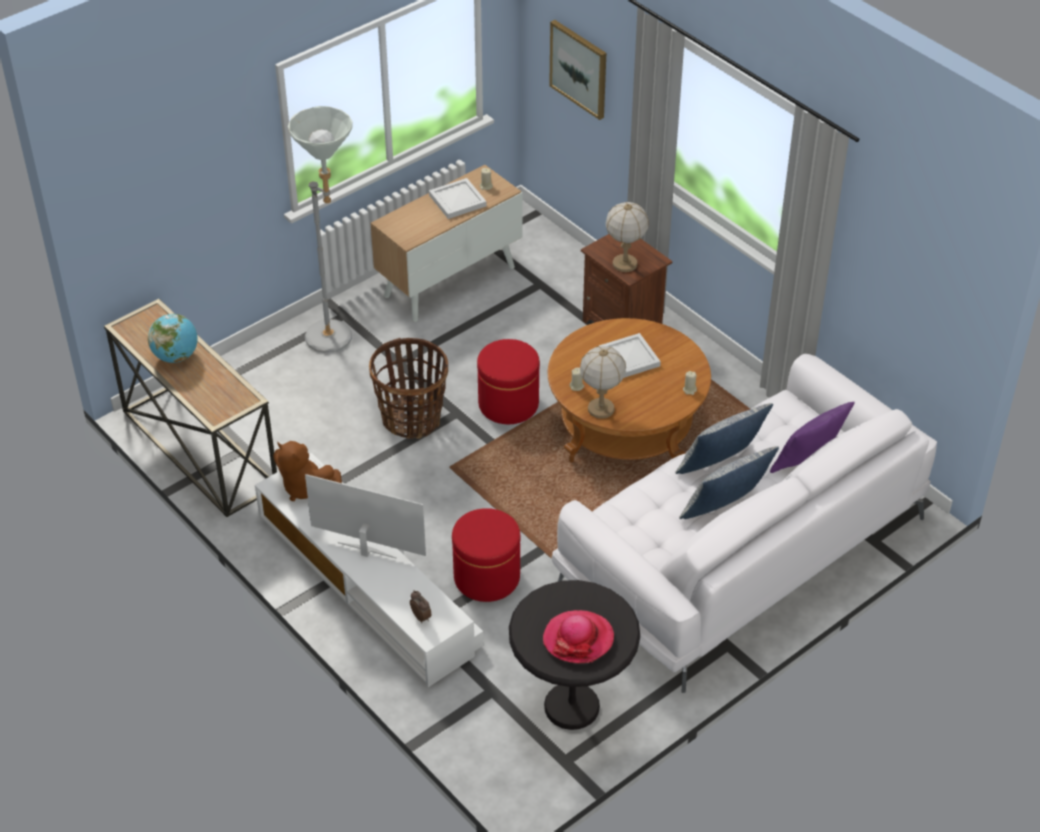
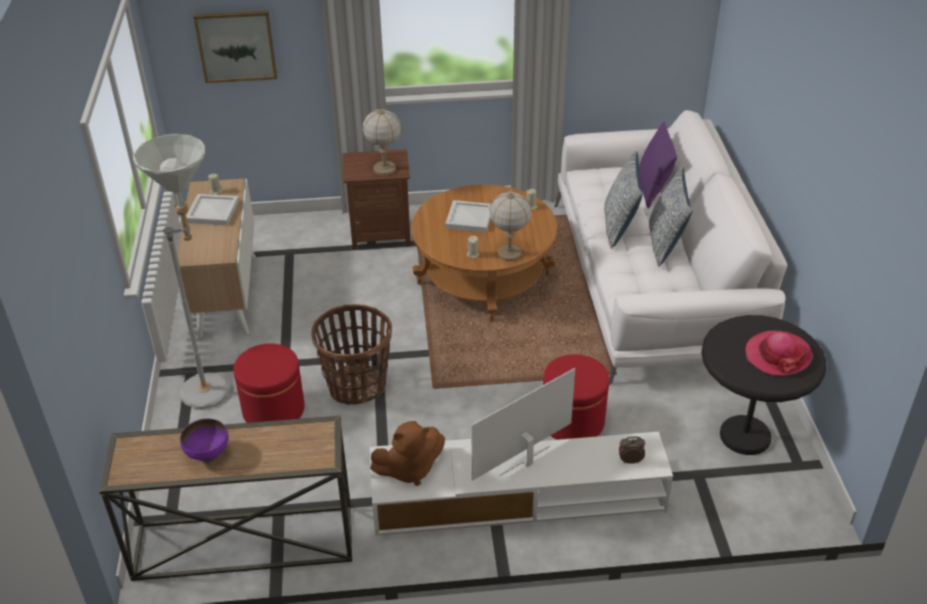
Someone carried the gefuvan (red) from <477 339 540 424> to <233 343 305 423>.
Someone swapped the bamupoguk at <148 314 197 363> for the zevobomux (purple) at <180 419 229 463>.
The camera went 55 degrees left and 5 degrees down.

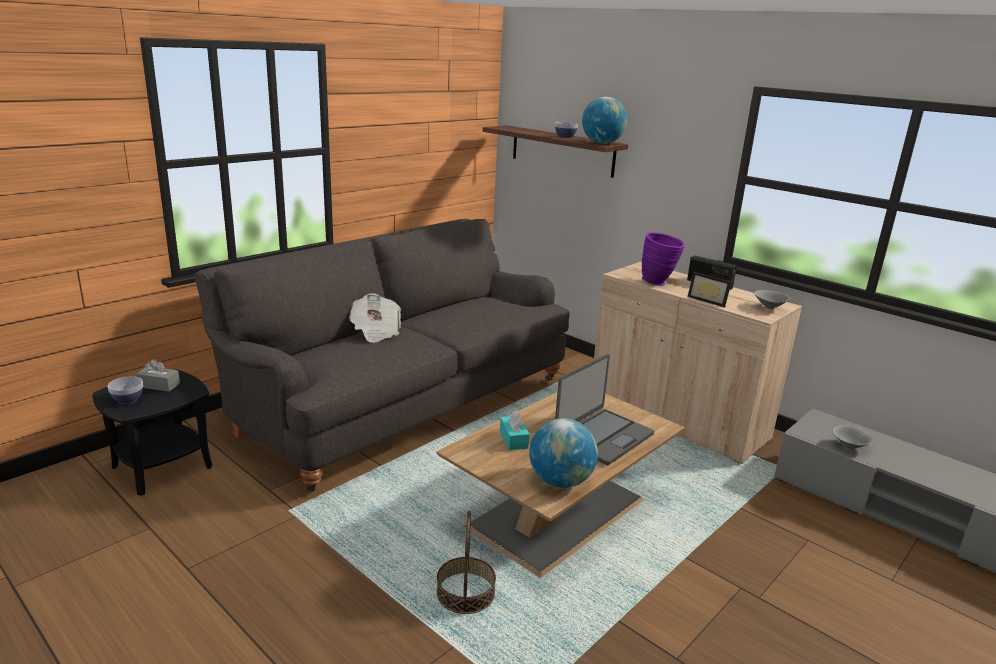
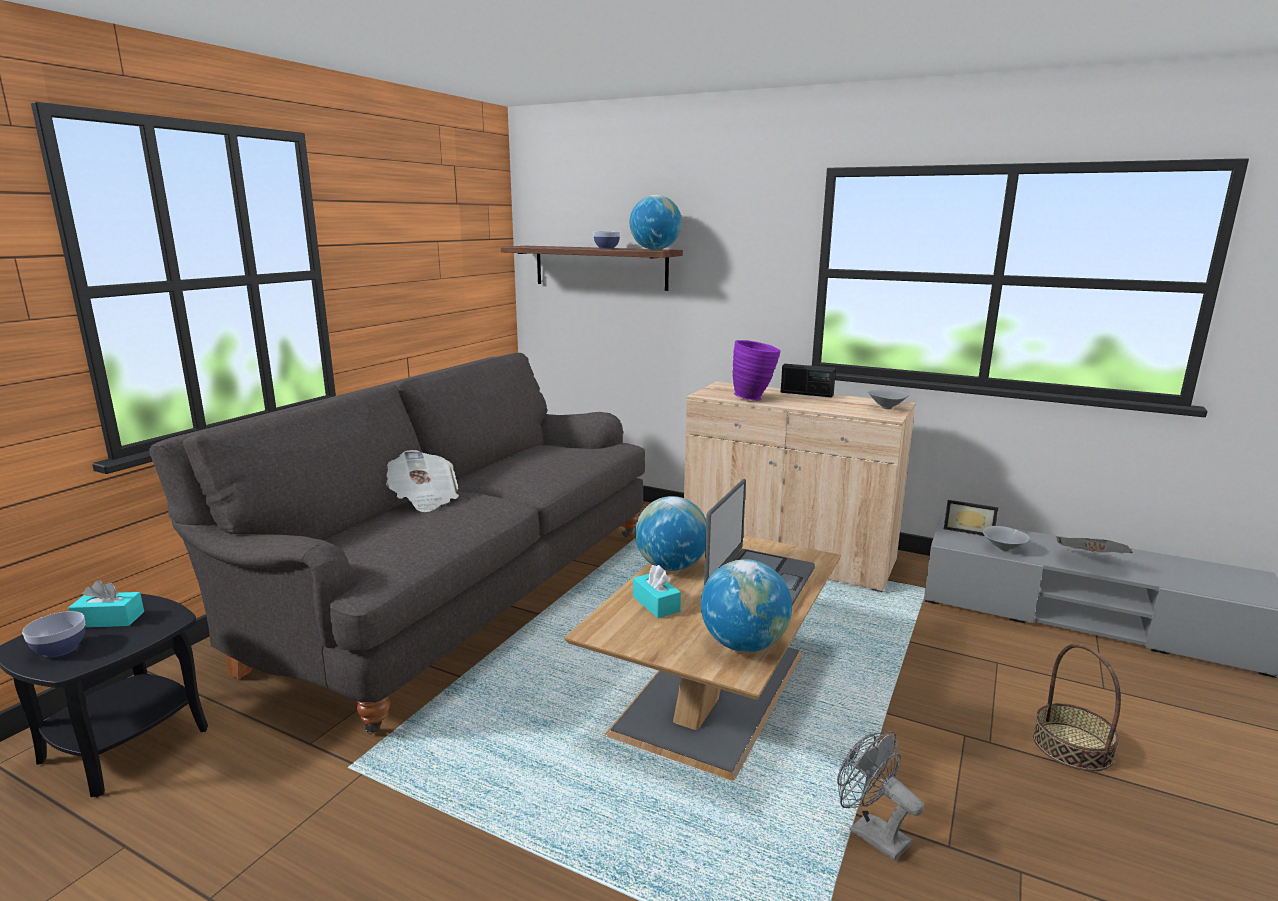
Someone put down the bamupoguk at <635 496 706 571>.
Someone put down the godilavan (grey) at <837 731 924 861>.
Someone put down the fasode at <1057 537 1133 554>.
Someone carried the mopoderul from <436 511 496 614> to <1033 643 1121 771>.
Someone carried the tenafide from <688 272 731 307> to <944 500 998 536>.
Someone repainted the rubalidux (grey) at <136 359 180 392>, which became the rubalidux (turquoise) at <68 580 144 628>.
The camera went 15 degrees left and 5 degrees down.

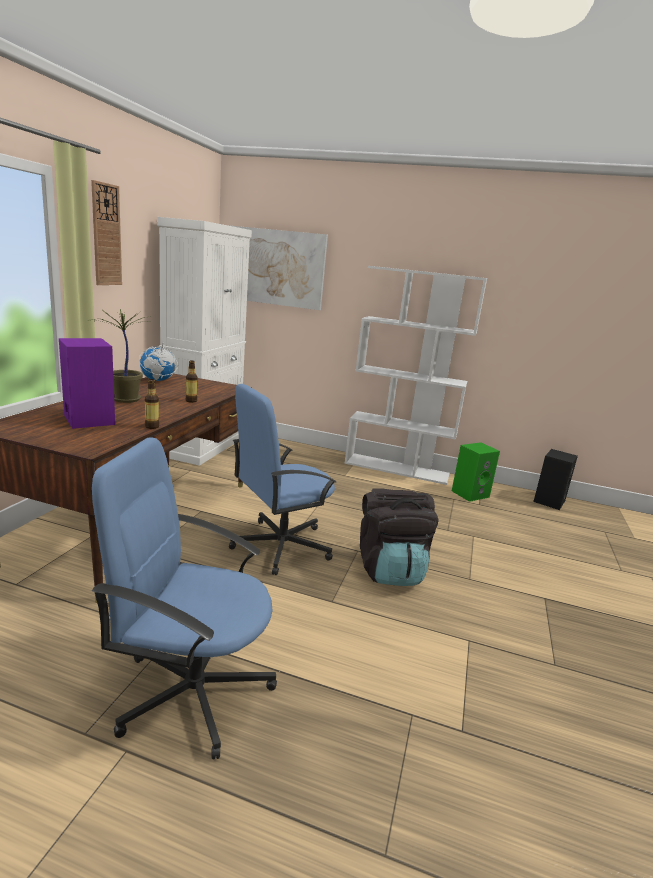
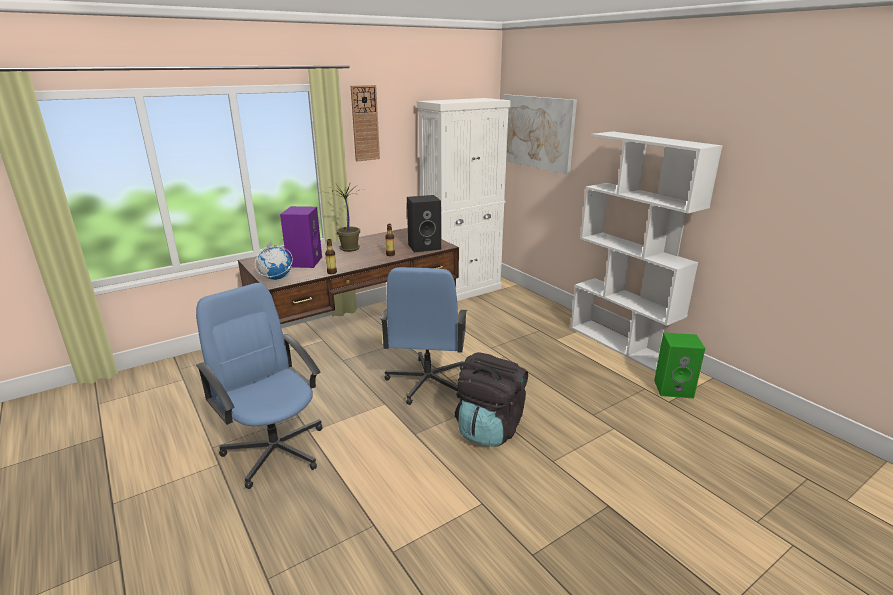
Someone carried the bamupoguk from <139 340 178 381> to <255 240 293 280>.
Someone carried the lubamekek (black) from <533 449 578 510> to <407 195 441 252>.
Someone rotated the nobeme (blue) at <229 384 336 575> by 90 degrees counterclockwise.
The camera went 40 degrees right and 5 degrees up.

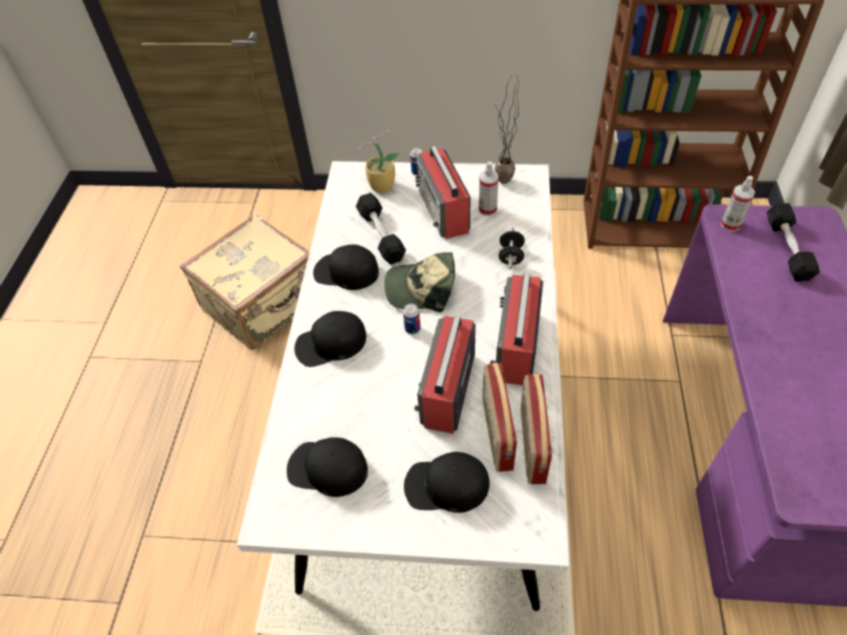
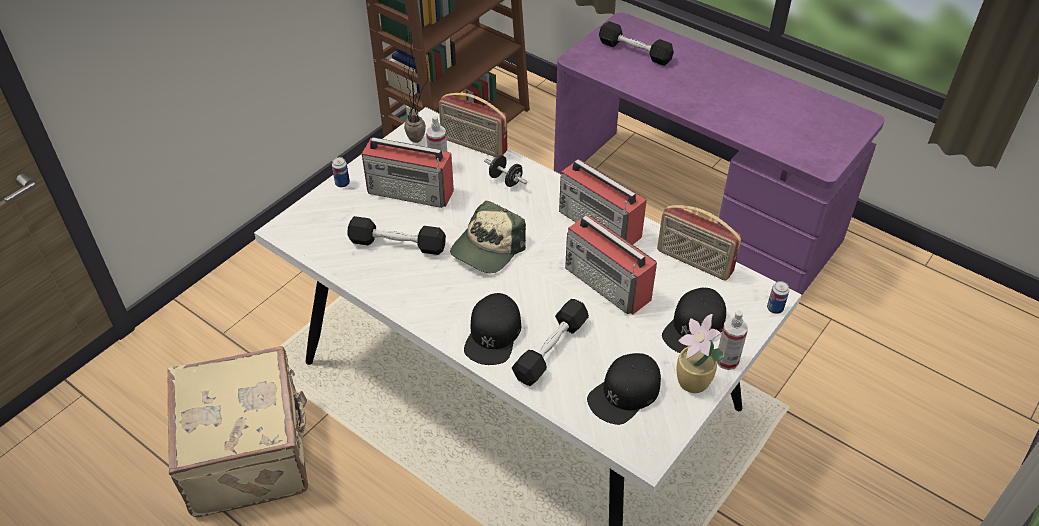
Someone took away the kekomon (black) at <313 244 379 290>.
Someone put down the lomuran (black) at <512 299 589 386>.
Someone carried the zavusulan from <359 130 399 193> to <677 314 724 393>.
Someone carried the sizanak from <403 303 421 334> to <767 281 789 314>.
Someone carried the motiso from <483 363 517 472> to <439 93 507 157>.
Someone carried the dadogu from <721 176 755 232> to <717 310 748 370>.
The camera went 60 degrees left and 5 degrees down.

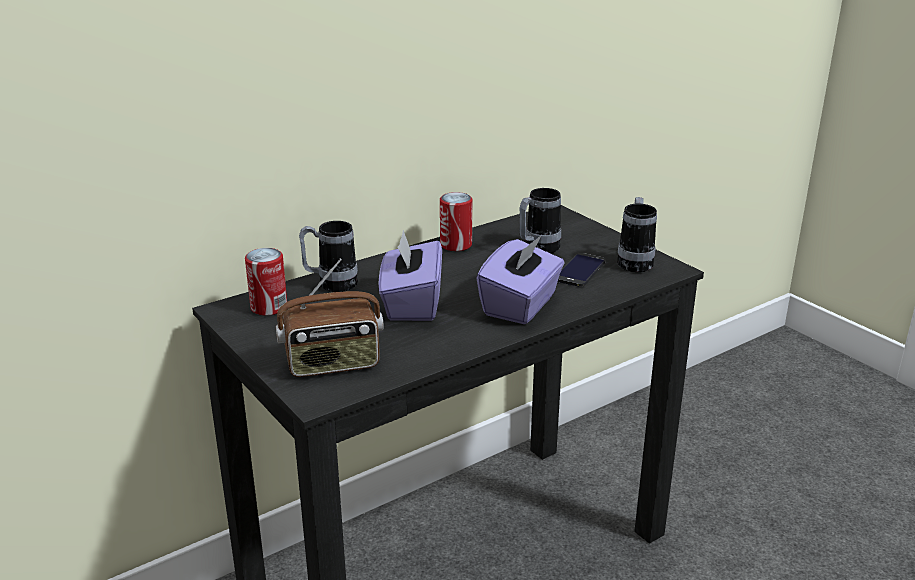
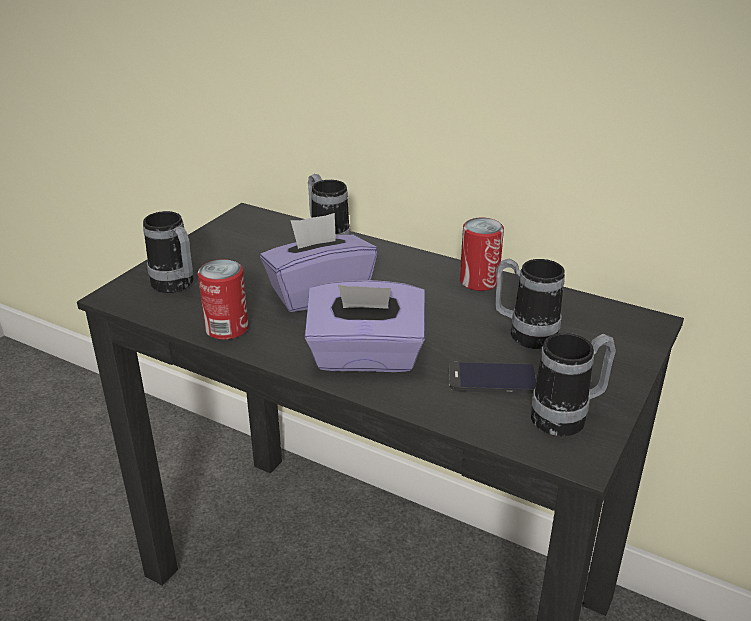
Someone carried the sizanak from <245 248 287 316> to <198 259 249 340>.
Someone swapped the motiso at <276 259 384 377> for the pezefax at <143 211 193 293>.
The camera went 65 degrees right and 5 degrees up.

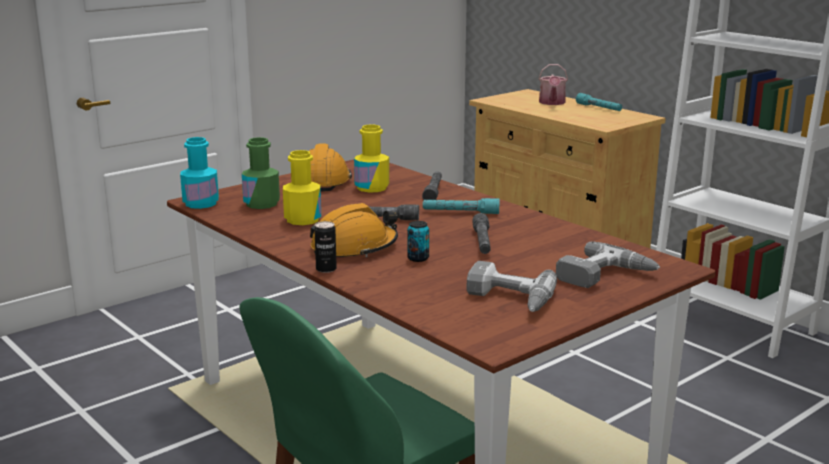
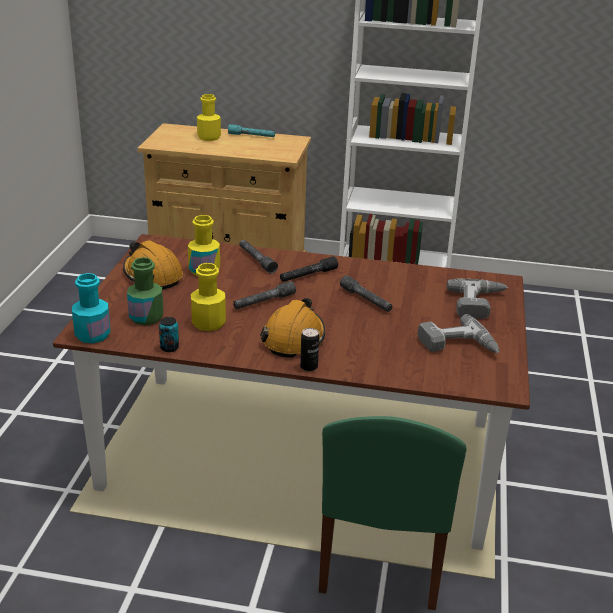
Someone carried the sizanak from <407 221 429 262> to <159 317 179 352>.
Someone swapped the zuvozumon at <539 64 568 105> for the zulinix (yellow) at <197 94 221 141>.
Someone repainted the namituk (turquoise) at <423 198 499 214>, which became the namituk (black) at <280 256 338 282>.
The camera went 40 degrees left and 10 degrees up.

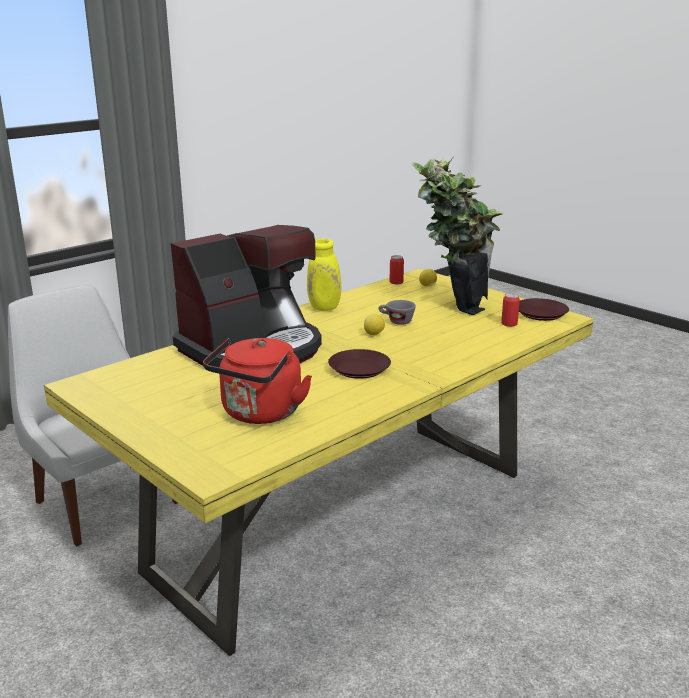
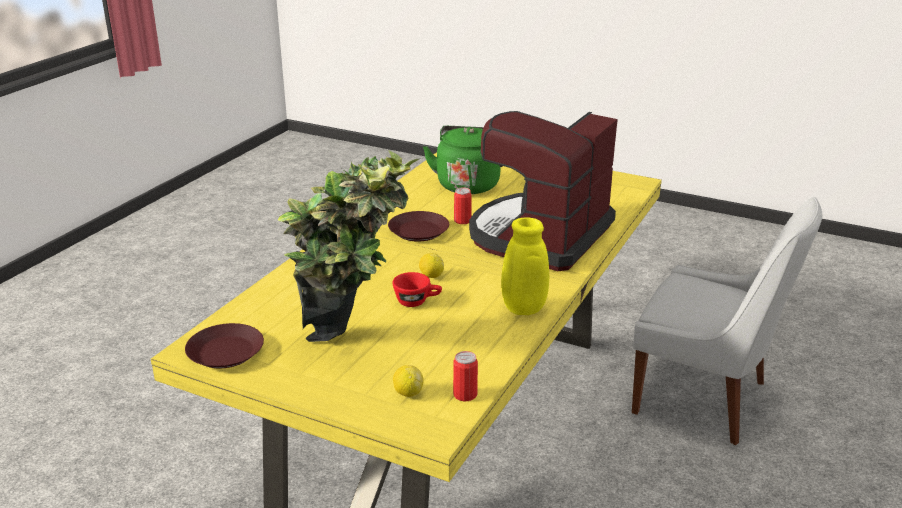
Someone carried the sizanak from <501 293 520 327> to <454 187 472 224>.
Someone repainted the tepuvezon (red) at <203 338 312 424>, which became the tepuvezon (green) at <423 126 500 194>.
Someone repainted the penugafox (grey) at <378 300 416 325>, which became the penugafox (red) at <392 272 442 307>.
The camera went 160 degrees right and 5 degrees up.

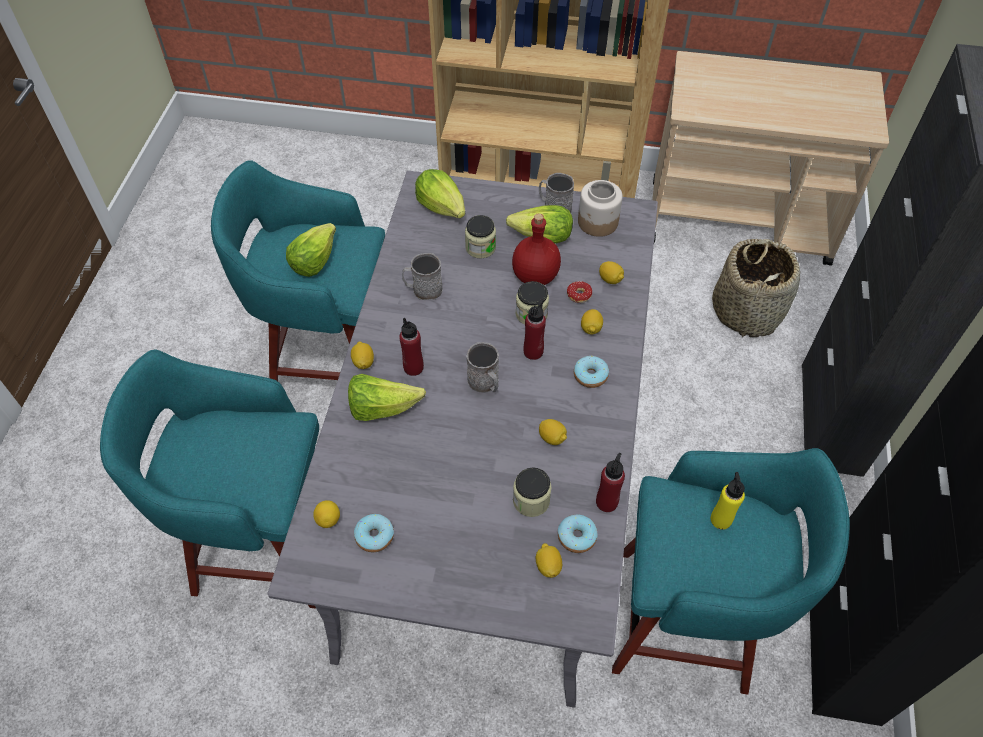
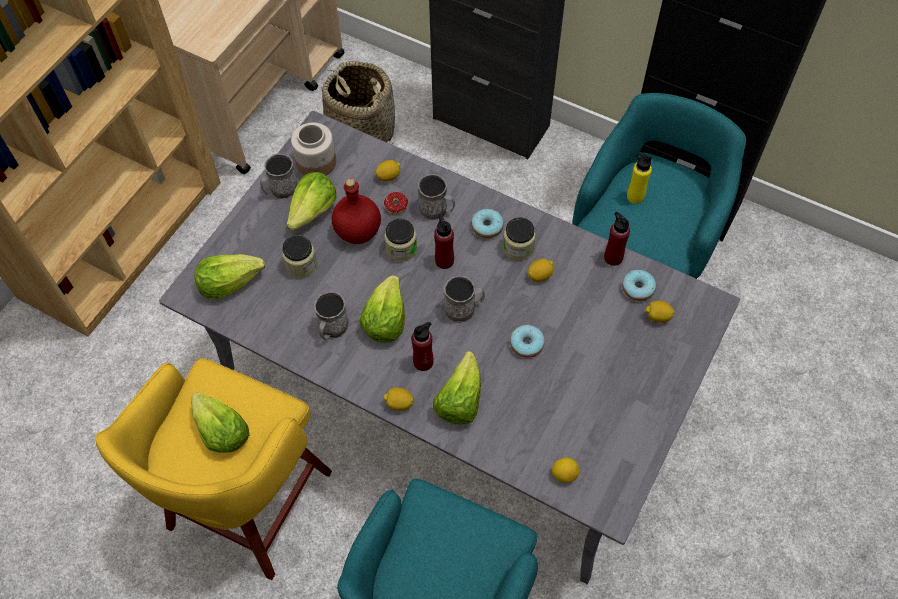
Someone put down the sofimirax at <359 275 405 343>.
Someone carried the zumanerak from <354 514 394 552> to <510 325 545 358>.
Someone carried the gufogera from <513 467 552 517> to <503 217 536 261>.
Someone swapped the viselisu at <581 309 603 334> for the pezefax (grey) at <418 174 455 220>.
Someone repainted the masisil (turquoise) at <211 160 385 381>, which became the masisil (yellow) at <95 358 332 580>.
The camera went 70 degrees left and 5 degrees up.

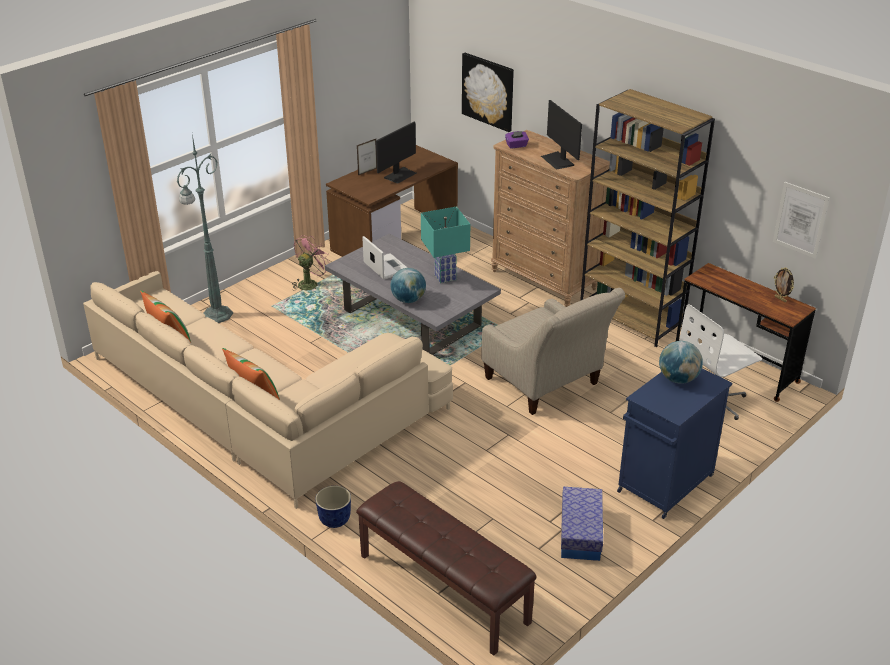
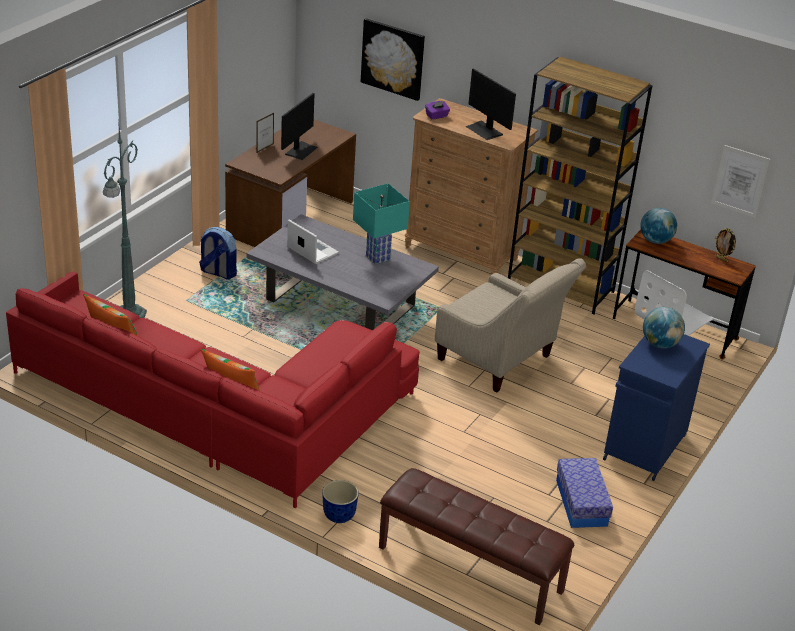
Someone carried the bamupoguk from <390 268 426 303> to <640 208 677 244>.
Someone swapped the godilavan (pink) at <292 235 328 290> for the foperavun at <199 227 237 280>.
Someone repainted the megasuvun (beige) at <83 271 453 509>, which became the megasuvun (red) at <6 271 420 508>.
The camera went 15 degrees left and 0 degrees up.

